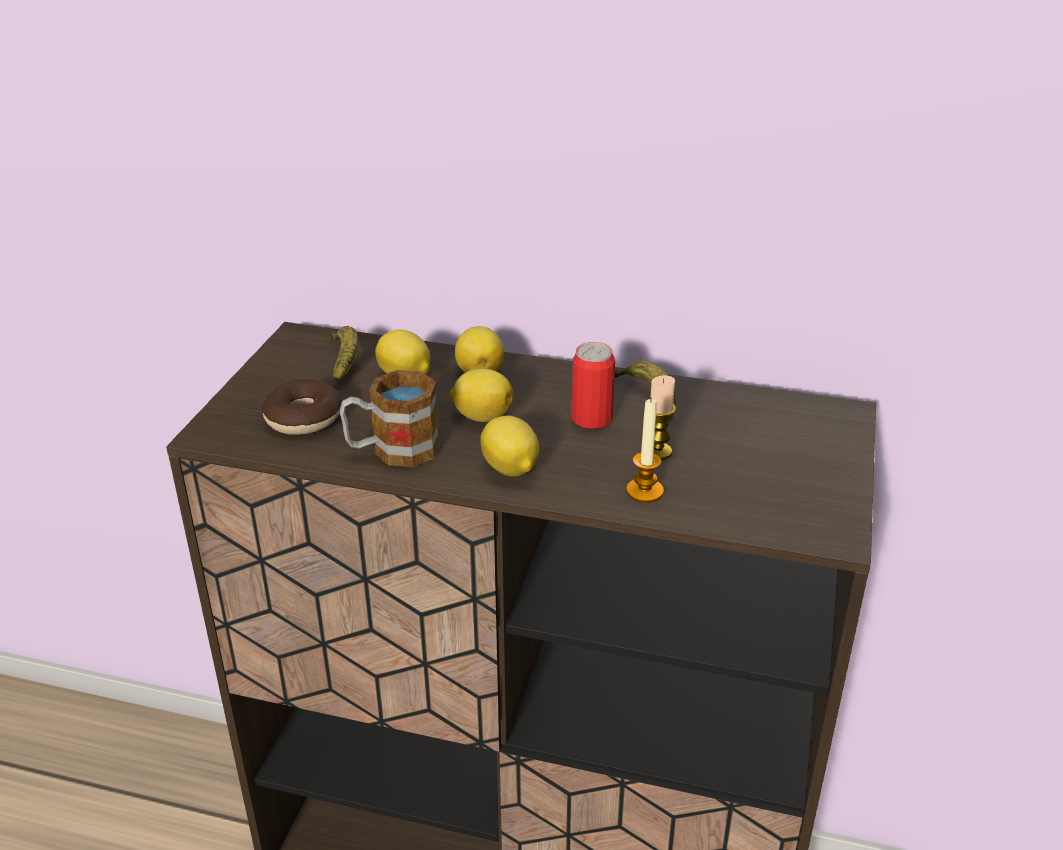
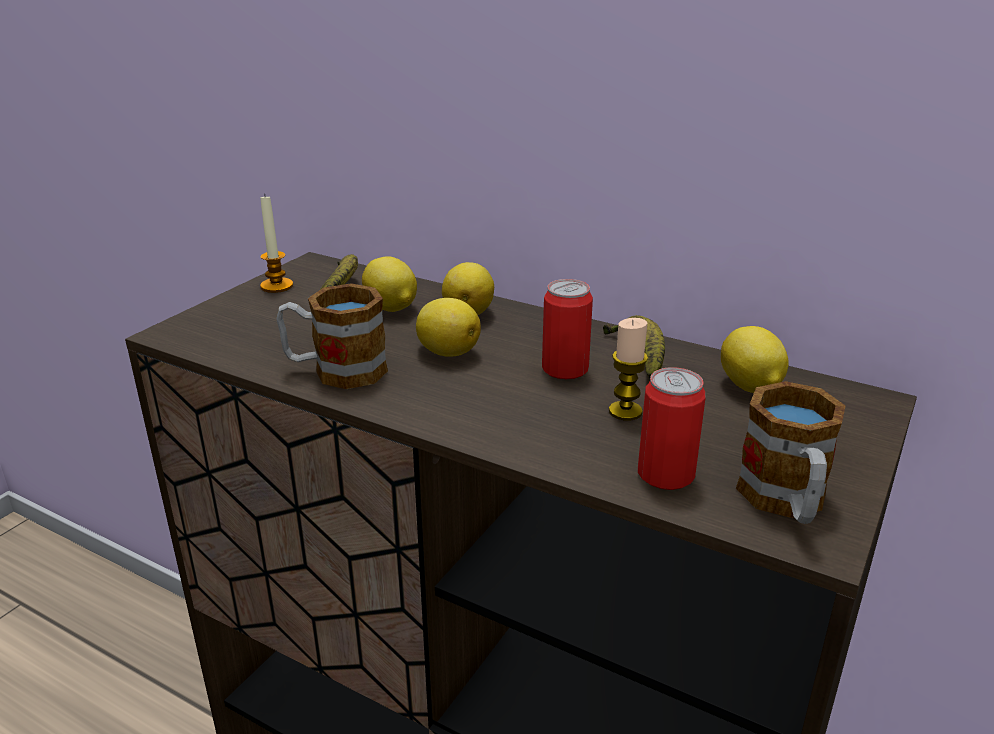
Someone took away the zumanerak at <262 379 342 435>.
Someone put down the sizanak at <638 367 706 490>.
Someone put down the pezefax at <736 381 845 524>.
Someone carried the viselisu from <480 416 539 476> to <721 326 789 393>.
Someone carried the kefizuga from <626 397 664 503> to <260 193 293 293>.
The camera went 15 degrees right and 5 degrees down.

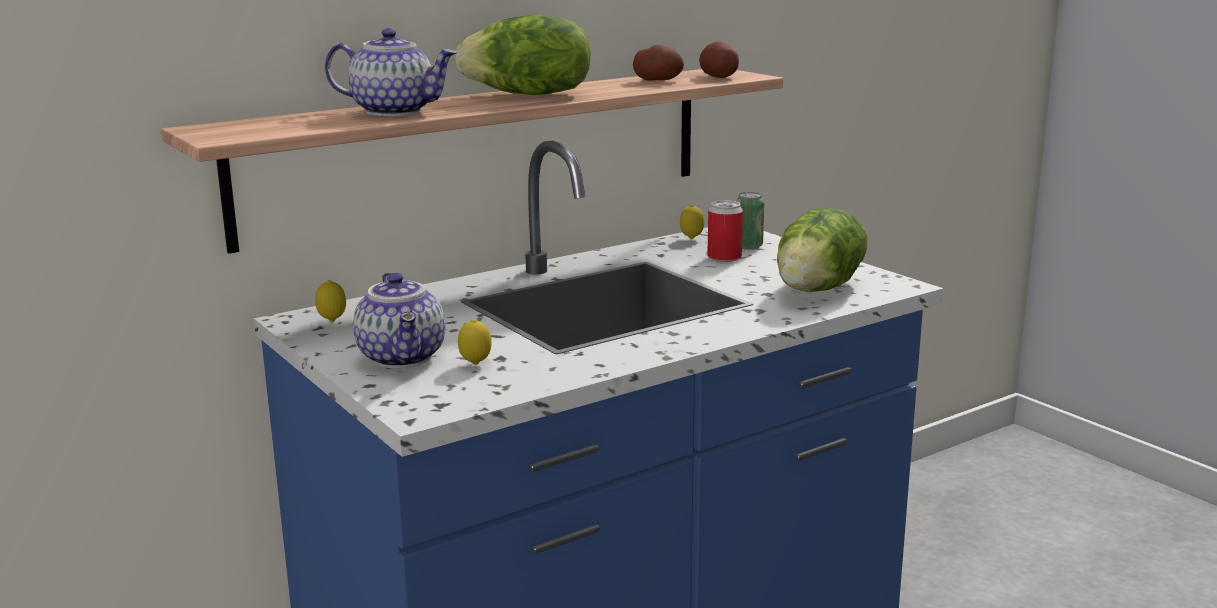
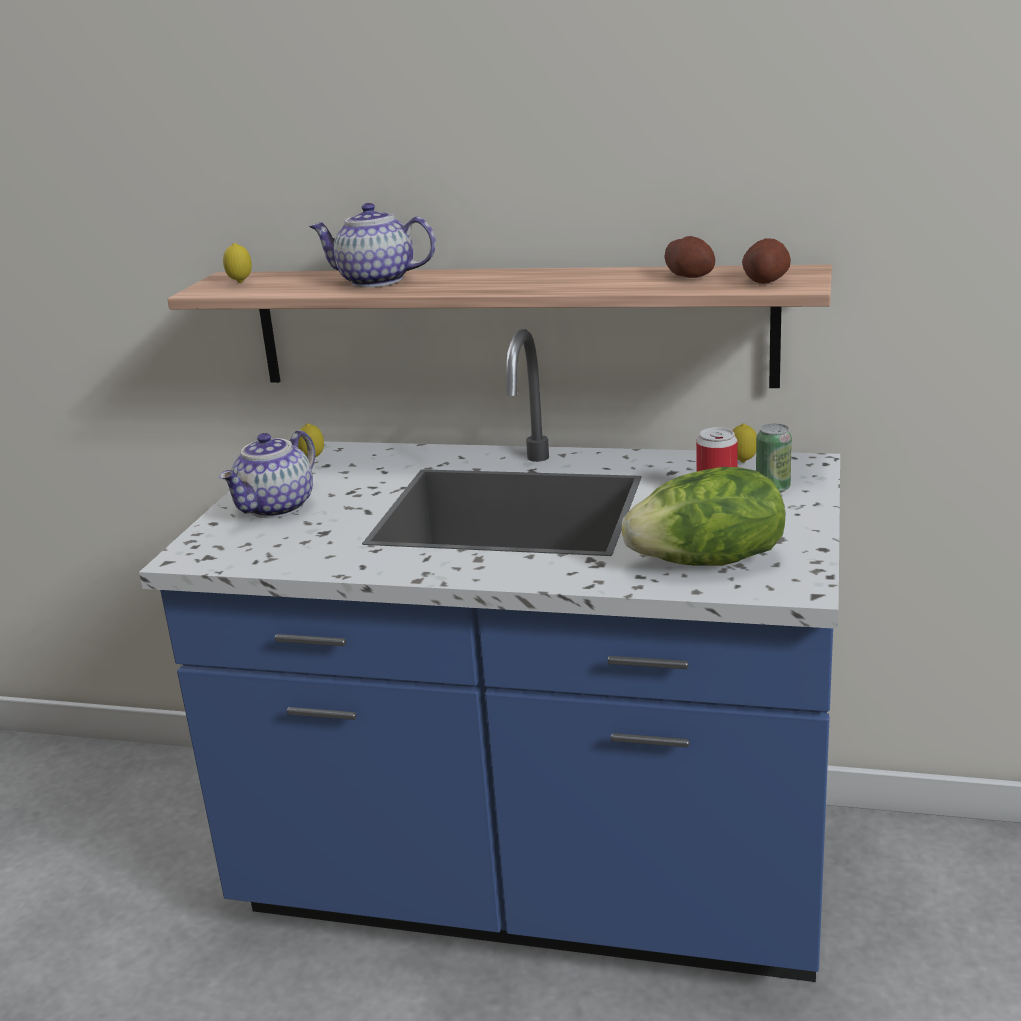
Someone took away the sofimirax at <455 15 591 95>.
Someone carried the viselisu from <458 319 492 365> to <223 243 252 283>.
Someone rotated the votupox at <325 28 457 116> by 135 degrees clockwise.
The camera went 50 degrees right and 5 degrees up.

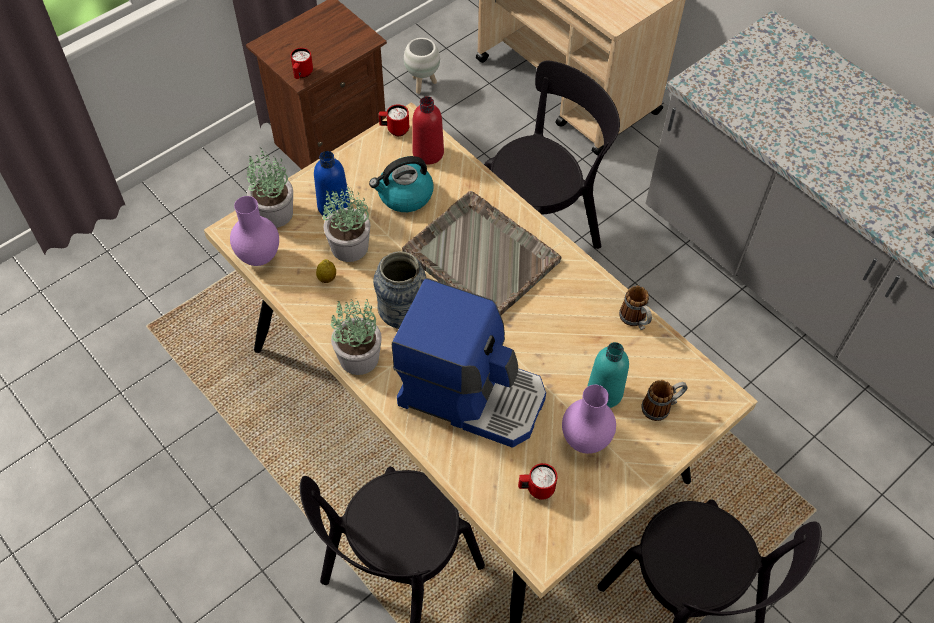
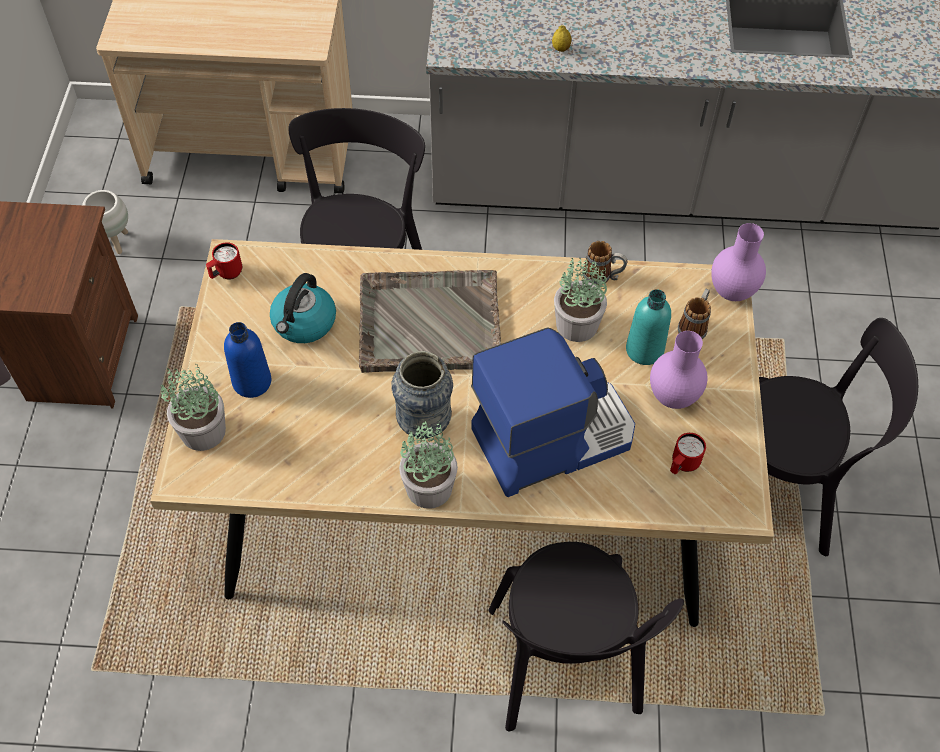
Someone took away the pezefax (red) at <290 48 313 79>.
Someone took away the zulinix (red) at <412 96 444 165>.
Someone carried the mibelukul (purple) from <230 196 279 266> to <711 223 766 301>.
Someone carried the viselisu from <316 259 336 283> to <552 25 572 52>.
Someone carried the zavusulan from <323 184 370 262> to <554 258 607 342>.
The camera went 45 degrees left and 0 degrees up.

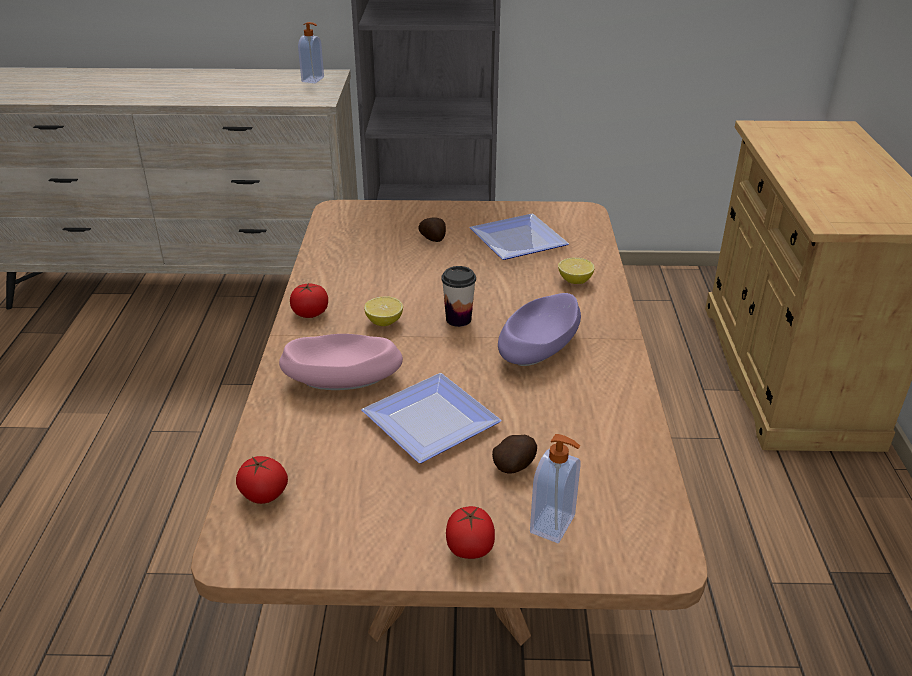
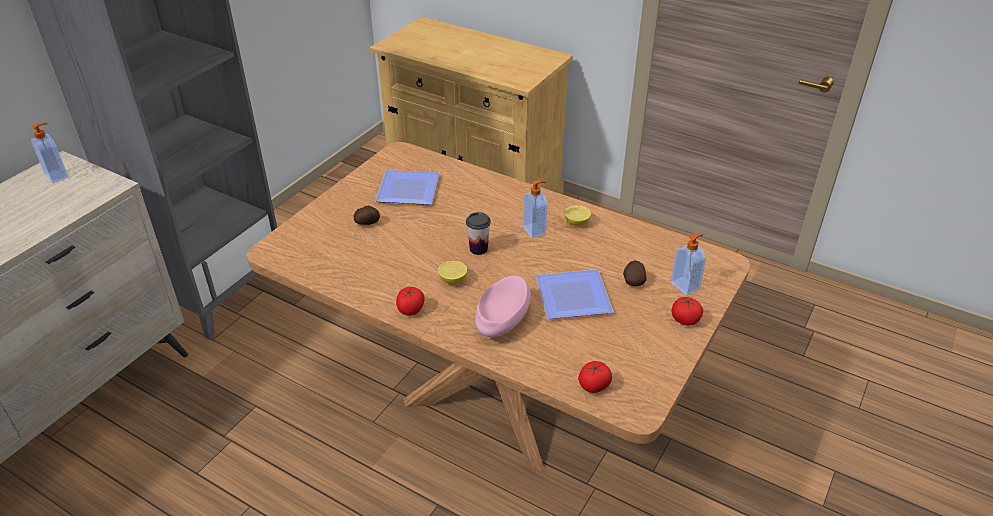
Someone carried the viselisu from <558 257 595 284> to <564 205 591 226>.
Someone swapped the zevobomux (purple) at <498 293 581 366> for the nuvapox at <523 180 547 238>.
The camera went 60 degrees left and 5 degrees up.

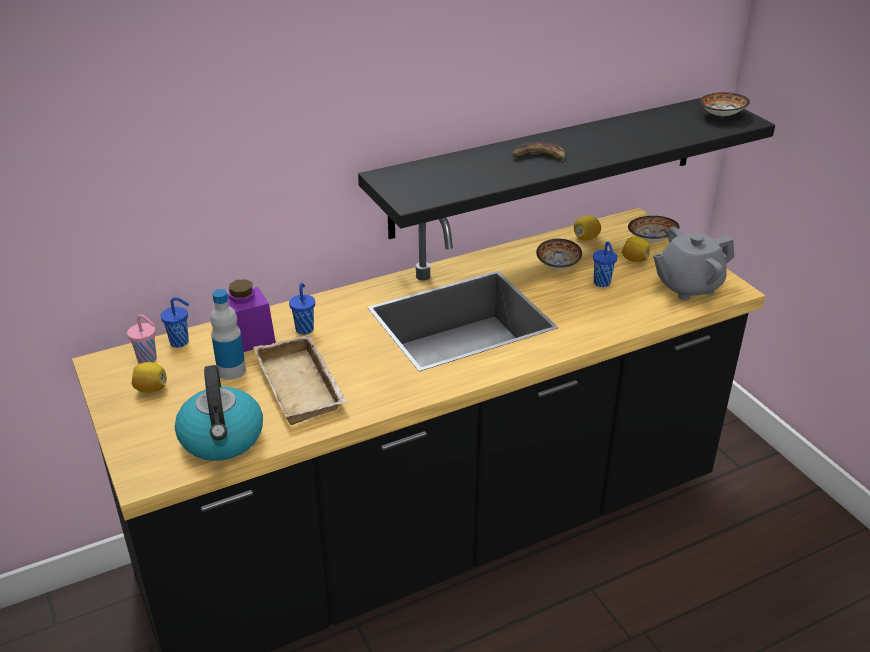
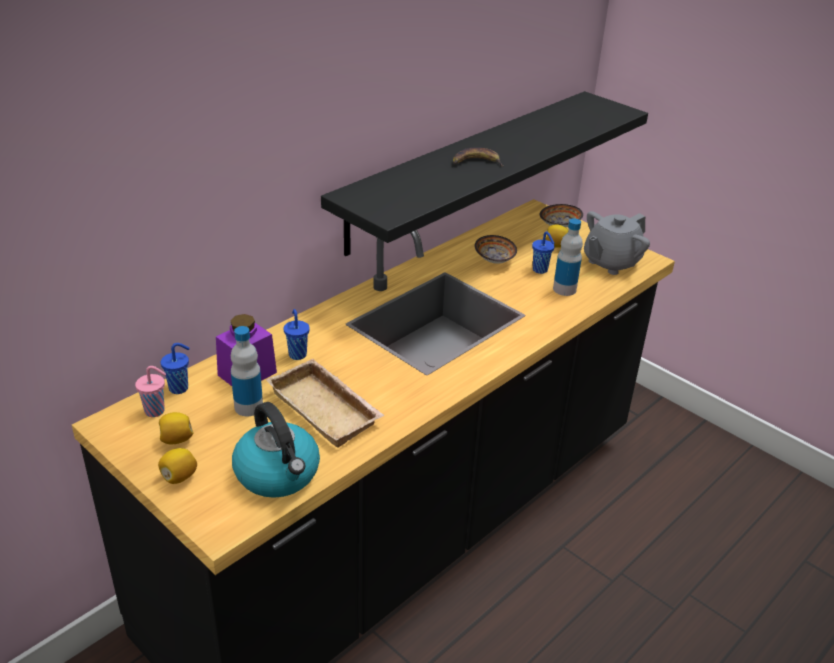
Someone took away the zevobomux at <700 92 750 116>.
Someone put down the zulinix at <553 218 583 296>.
Someone carried the viselisu from <574 216 601 241> to <158 448 197 484>.
The camera went 20 degrees left and 0 degrees up.

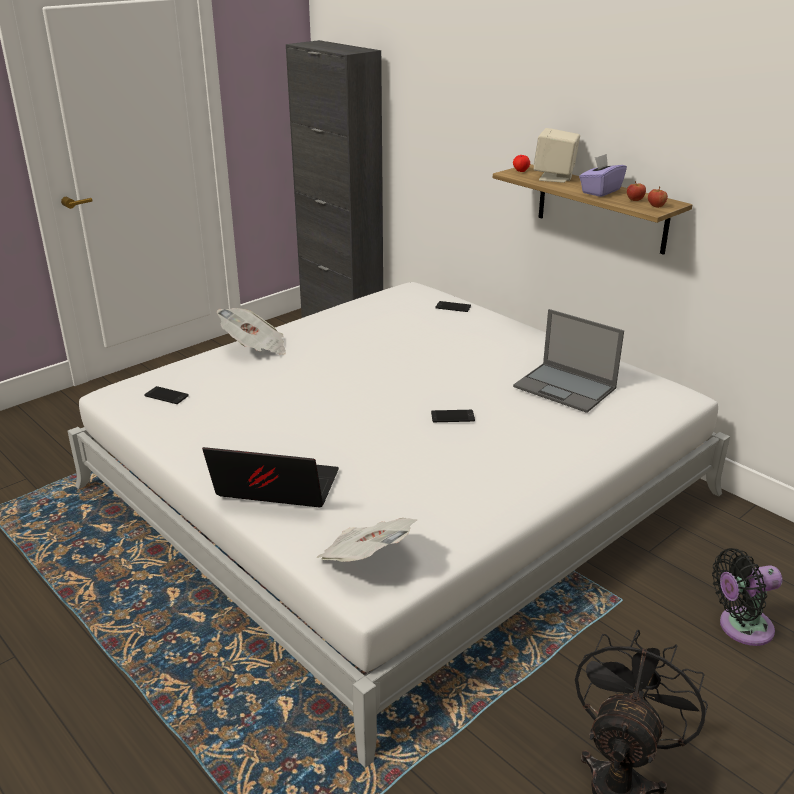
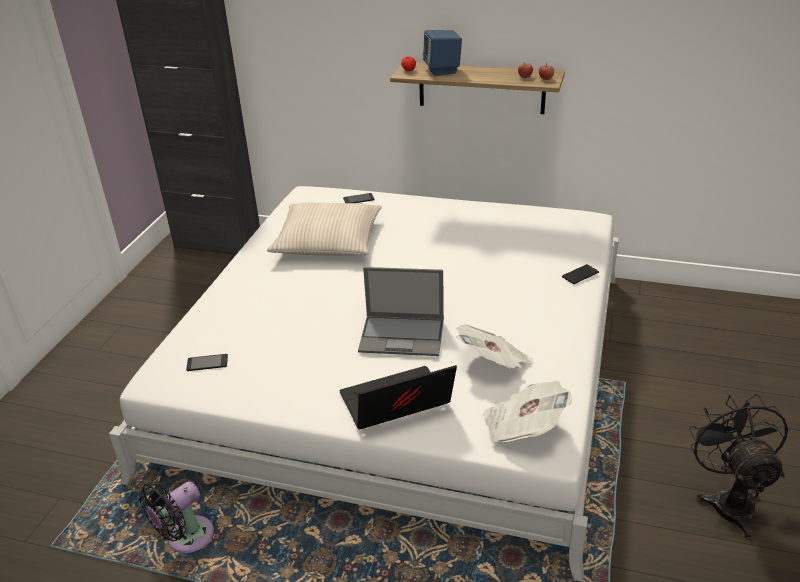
Someone took away the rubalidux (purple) at <579 154 627 197>.
Someone put down the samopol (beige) at <267 203 382 256>.
Someone carried the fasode from <217 308 286 355> to <456 325 533 369>.
Someone carried the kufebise from <431 410 475 423> to <562 264 599 284>.
Someone carried the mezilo from <513 309 624 413> to <358 267 444 356>.
Someone carried the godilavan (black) from <712 548 782 646> to <139 482 214 553>.
Someone repainted the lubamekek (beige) at <533 128 580 183>, which became the lubamekek (blue) at <423 30 462 76>.
The camera went 30 degrees left and 5 degrees up.

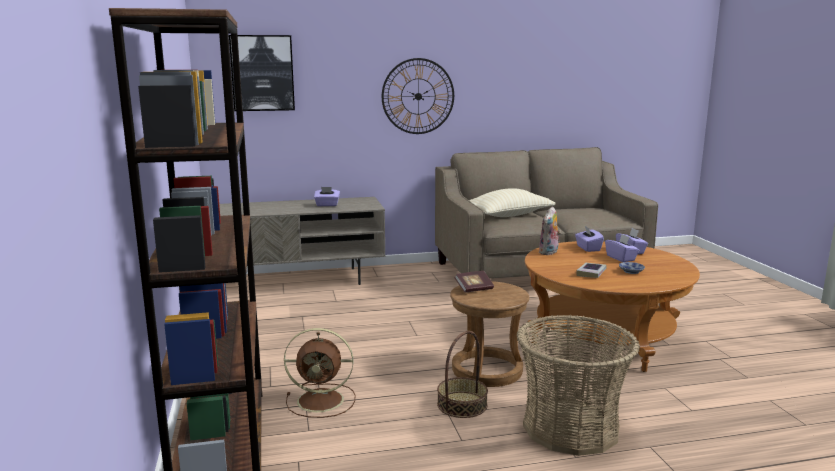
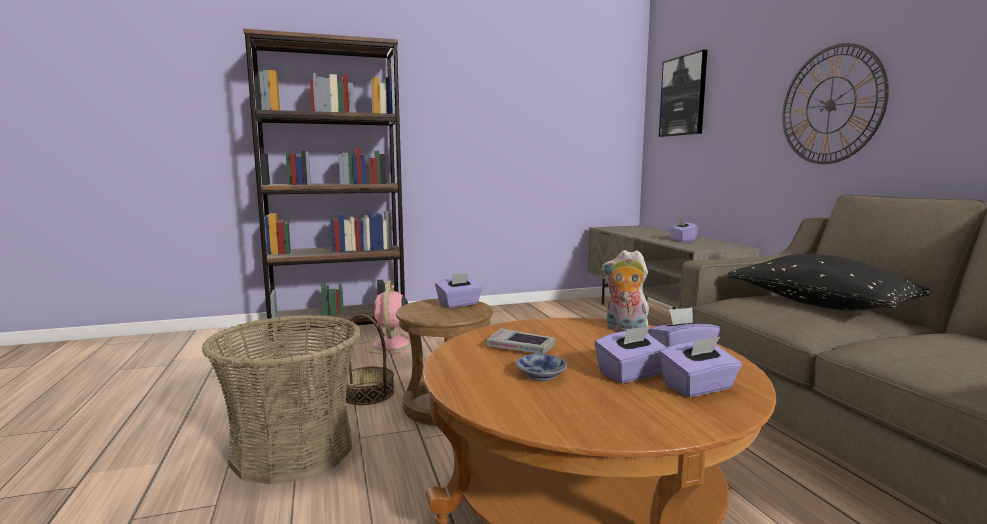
Someone swapped the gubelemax at <454 271 494 293> for the rubalidux (purple) at <435 273 482 308>.
Someone repainted the godilavan (brown) at <284 328 355 418>, which became the godilavan (pink) at <363 281 412 354>.
Someone repainted the samopol (beige) at <469 188 555 217>, which became the samopol (black) at <727 254 932 311>.
The camera went 85 degrees right and 5 degrees down.

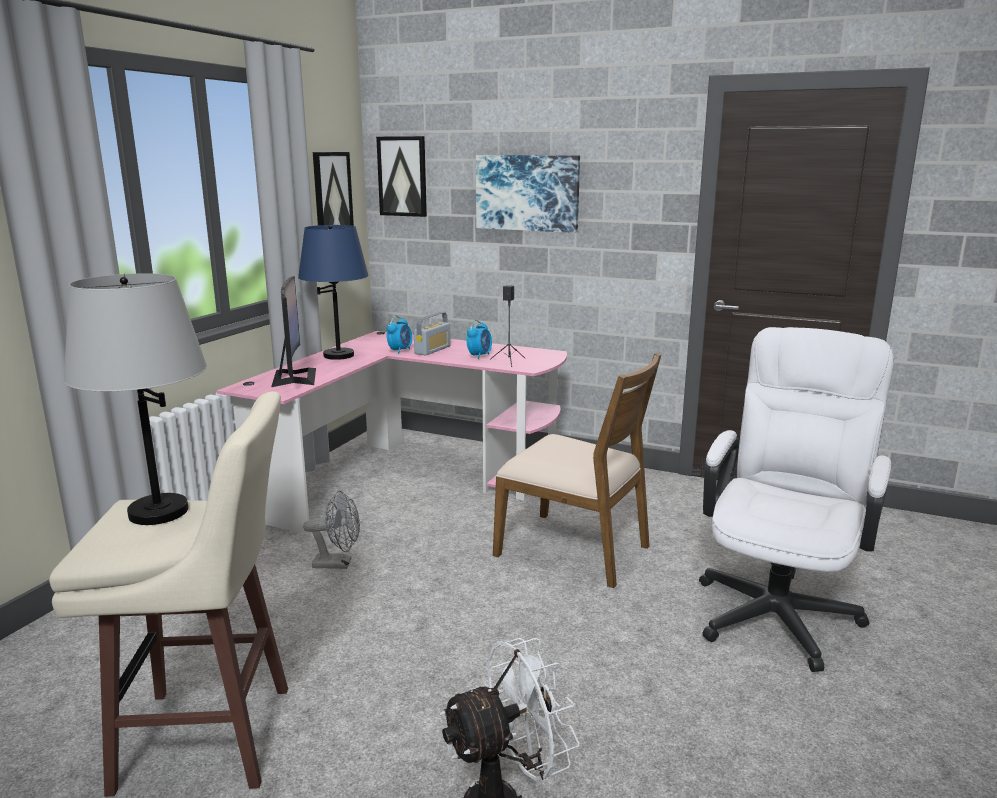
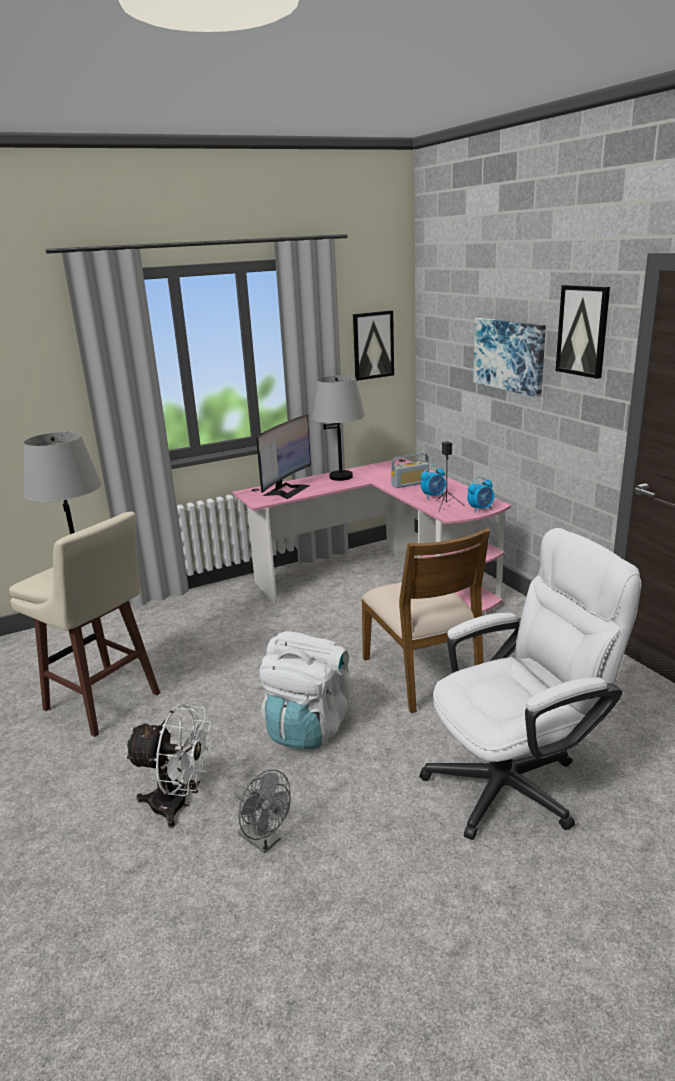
Someone put down the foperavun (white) at <259 631 350 750>.
Someone carried the godilavan (grey) from <303 491 360 569> to <234 769 291 853>.
Someone carried the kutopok from <376 136 427 217> to <556 285 610 379>.
Someone carried the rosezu from <387 315 412 354> to <467 477 494 513>.
Someone repainted the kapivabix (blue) at <298 225 369 360>, which became the kapivabix (grey) at <312 375 365 481>.
The camera went 40 degrees right and 5 degrees up.

